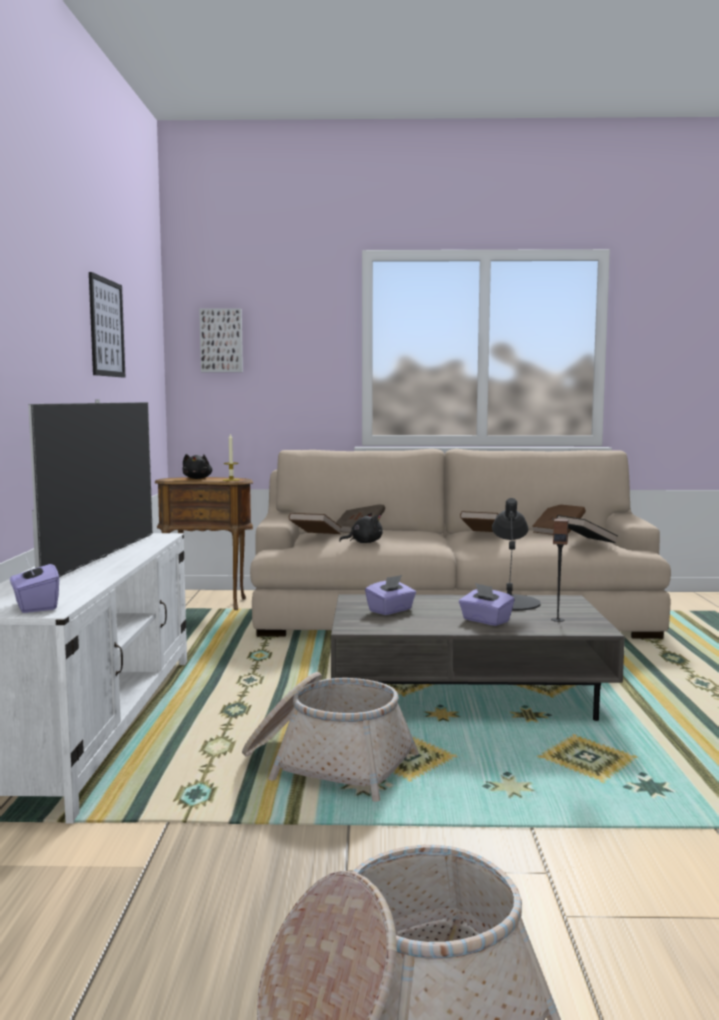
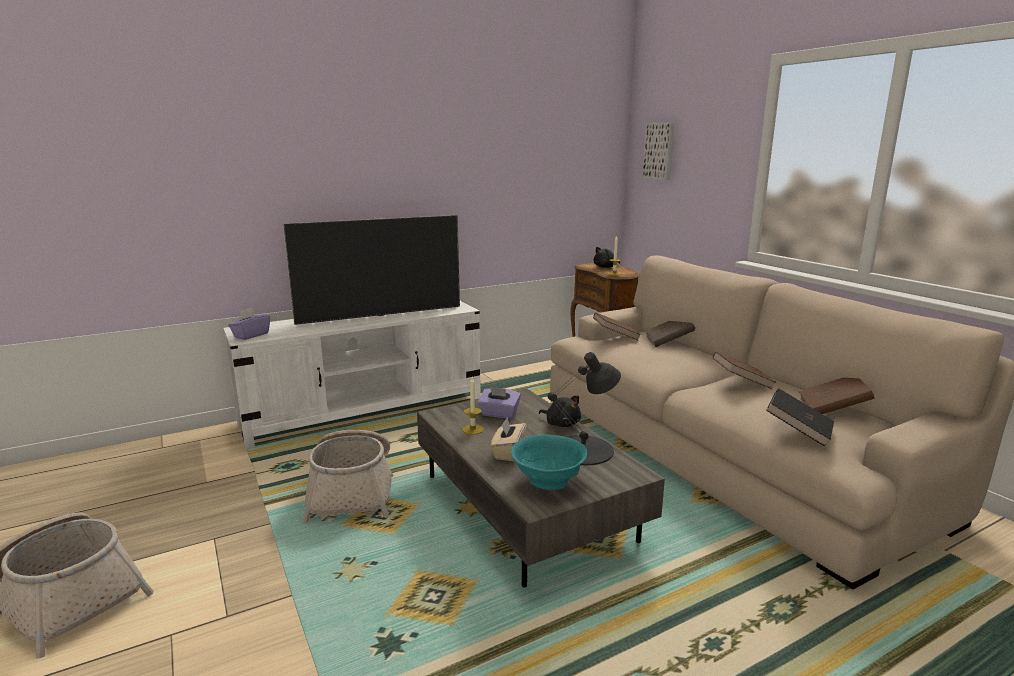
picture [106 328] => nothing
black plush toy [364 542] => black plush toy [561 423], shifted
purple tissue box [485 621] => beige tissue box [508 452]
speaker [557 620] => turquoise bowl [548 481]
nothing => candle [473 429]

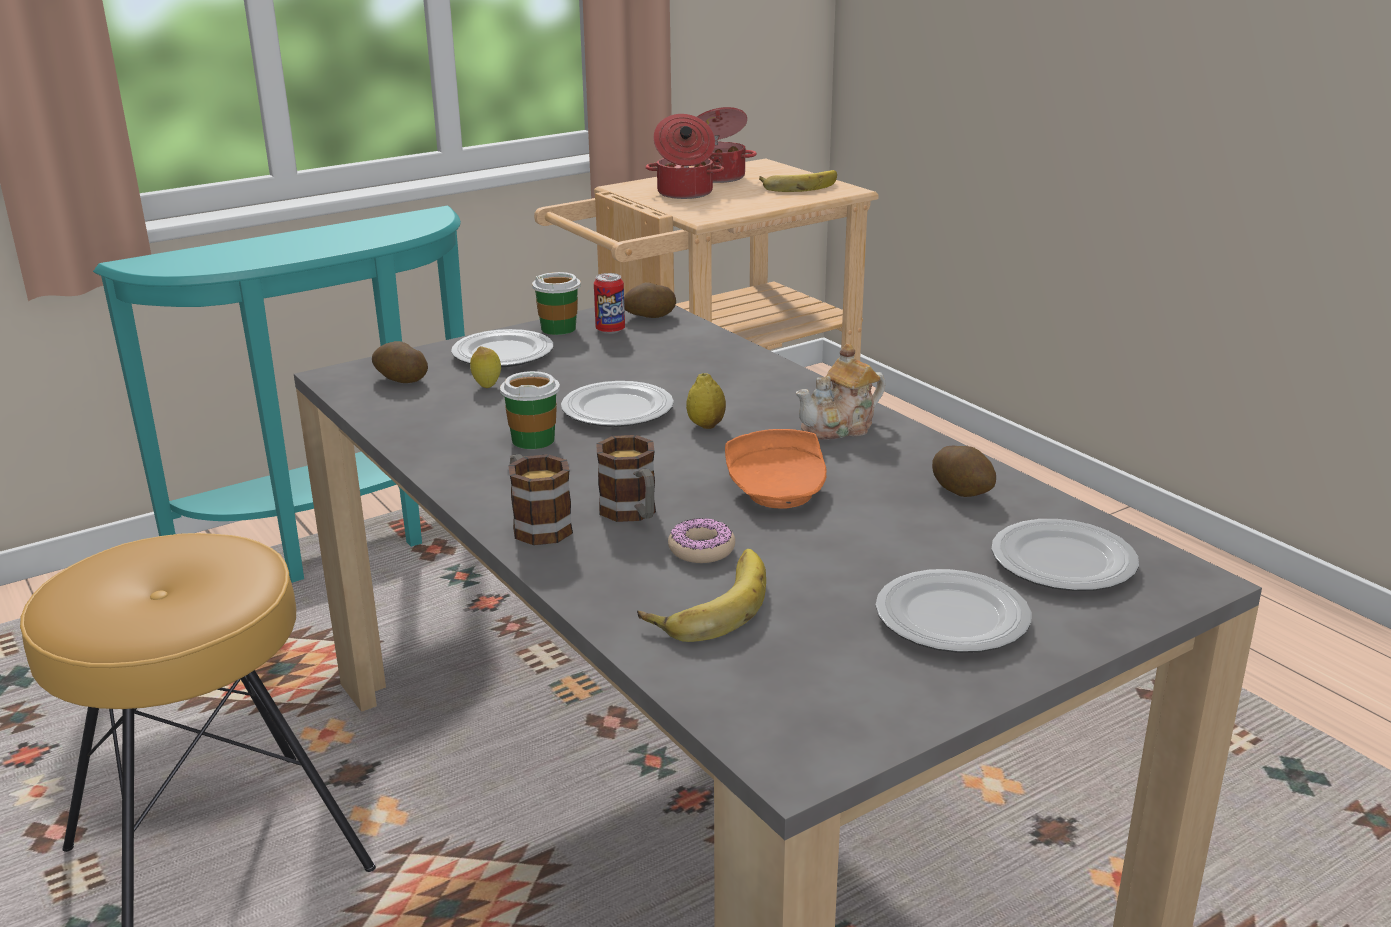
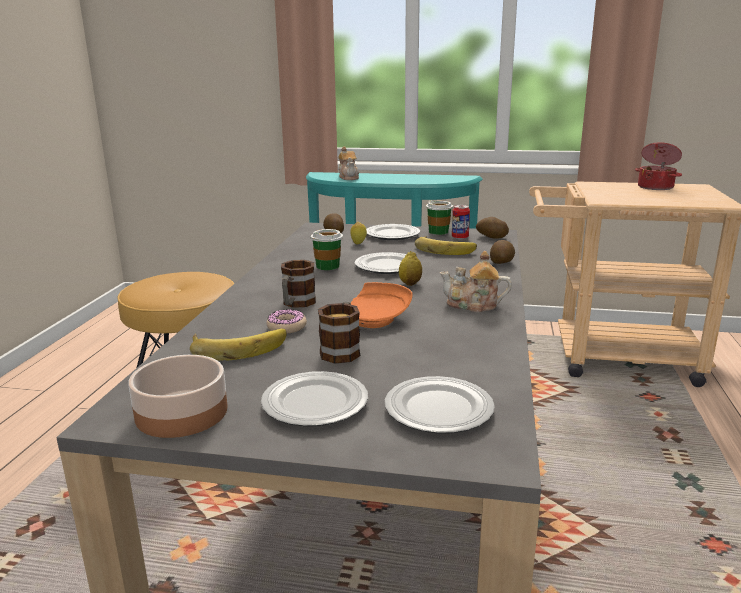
mug [536 524] => mug [342 350], shifted
cooking pot [684 193] => nothing
banana [798 185] => banana [445 249], shifted
potato [963 491] => potato [501 263], shifted
nothing => bowl [183 412]
nothing => teapot [349 177]

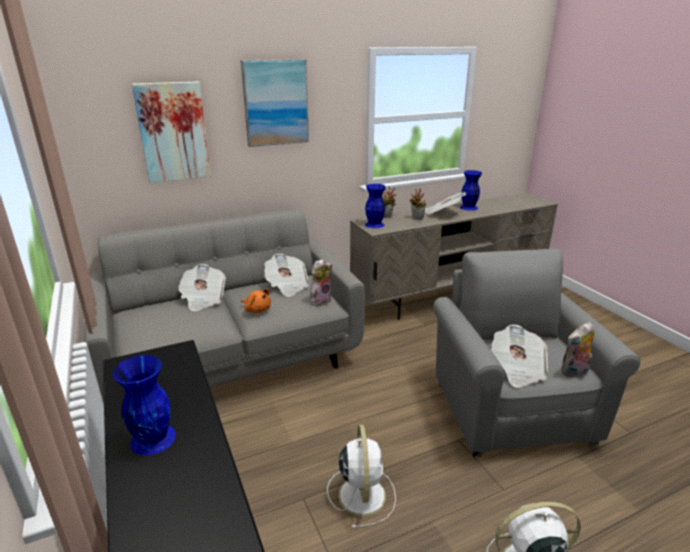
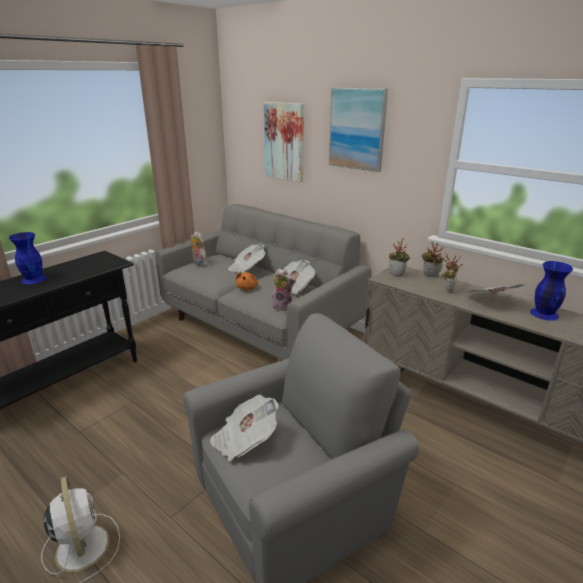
white fan [361 493] => nothing
blue vase [374 224] => potted plant [397 274]
plush toy [574 372] => plush toy [199 264], shifted

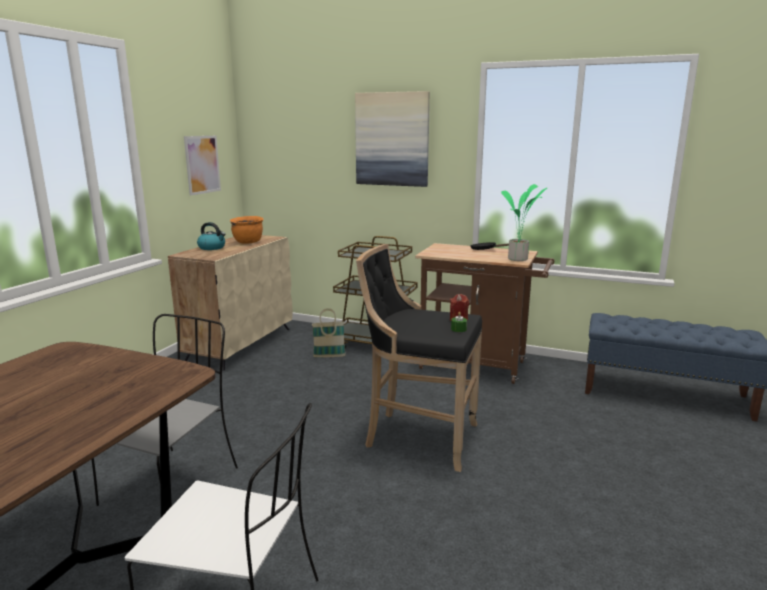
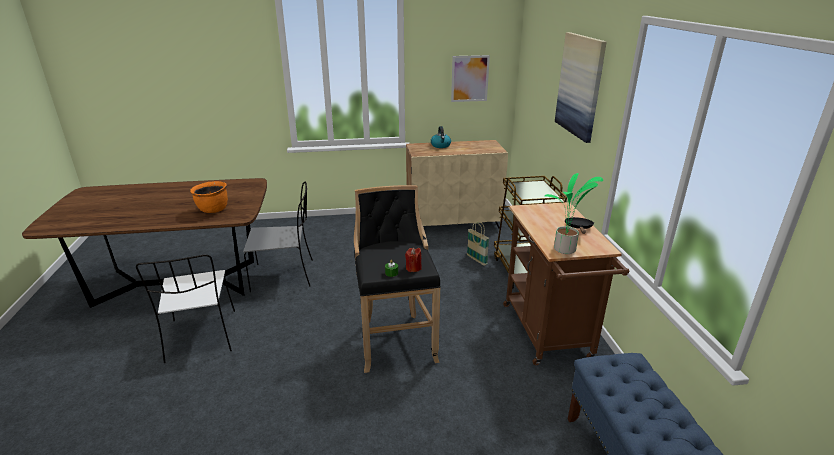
orange cooking pot [248 242] => orange cooking pot [213 210], shifted

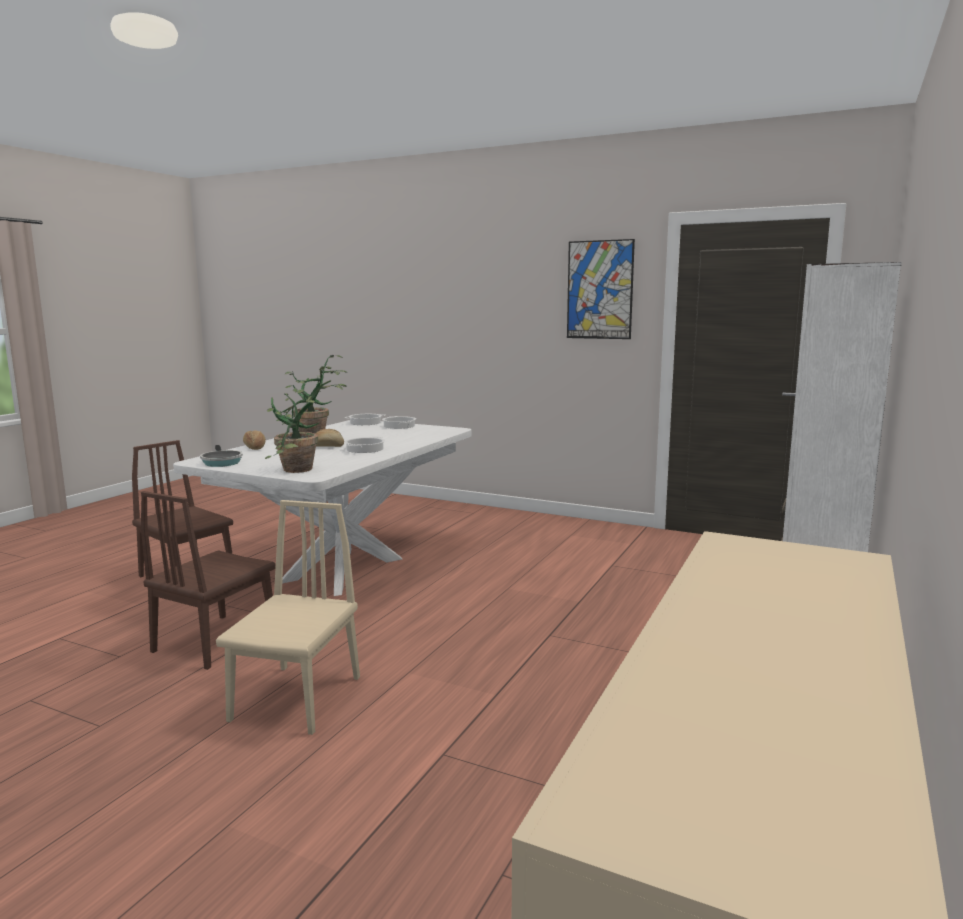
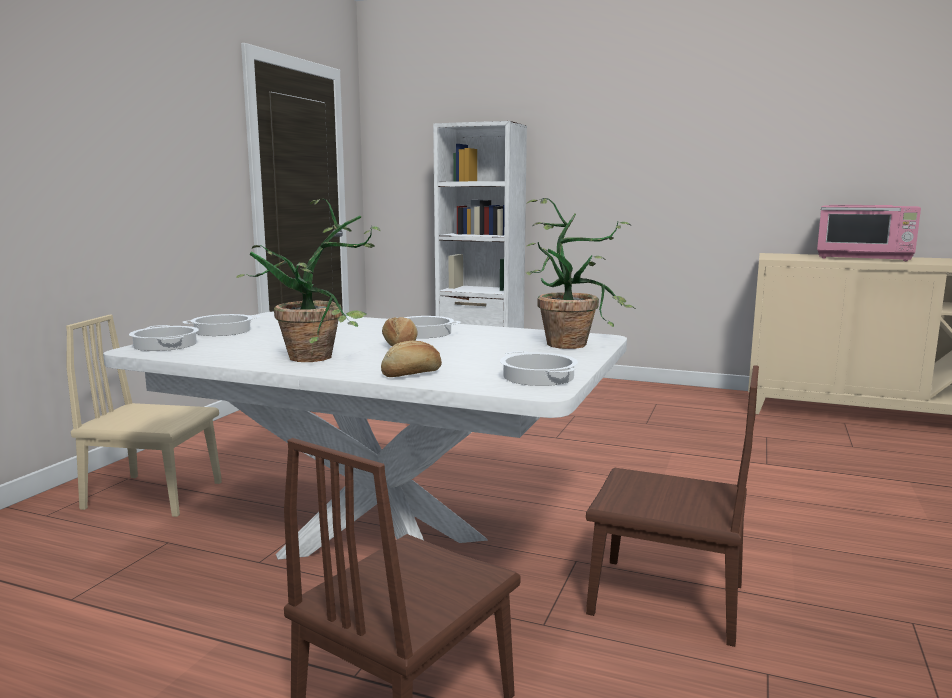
frying pan [221 462] => cooking pot [539 377]
beige chair [296 698] => beige chair [154 495], shifted
picture [599 290] => nothing
nothing => pink microwave [865 258]

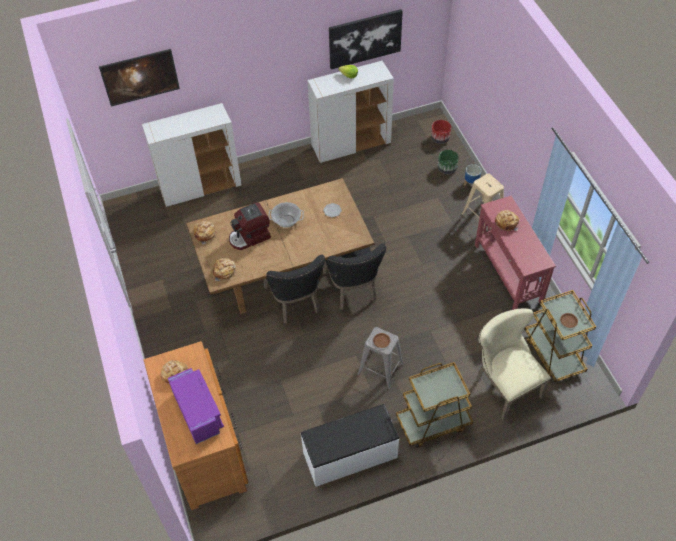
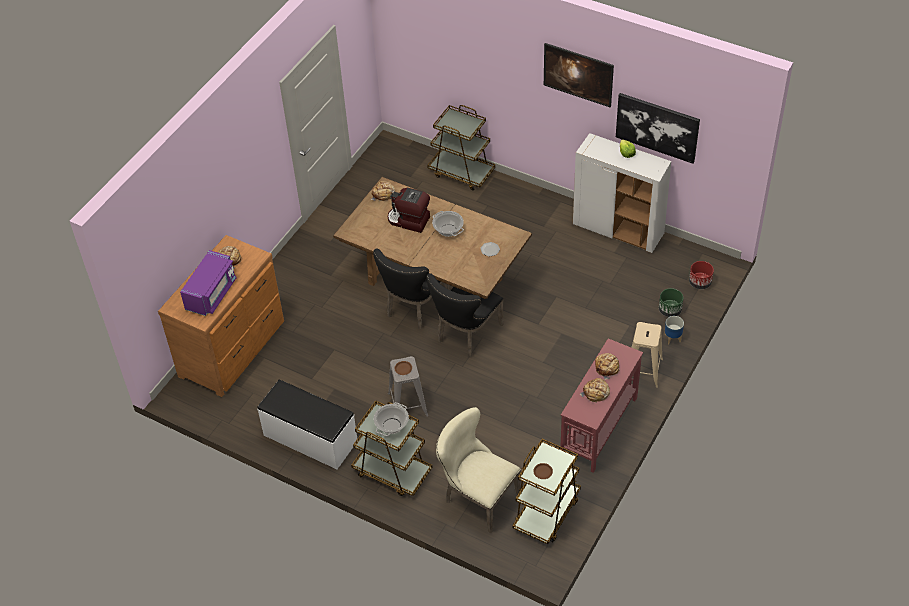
picture [142 87] => picture [577 85], shifted
white cabinet [201 187] => brown cart [461 172]
bread [224 271] => bread [596 393], shifted
beige chair [504 385] => beige chair [477 497], 75 degrees counterclockwise
nothing => cooking pot [392 425]

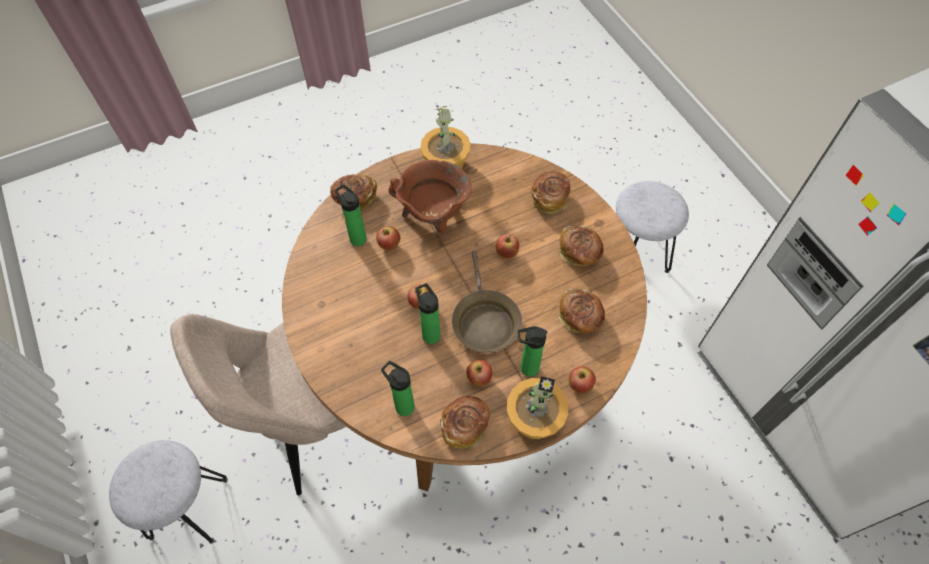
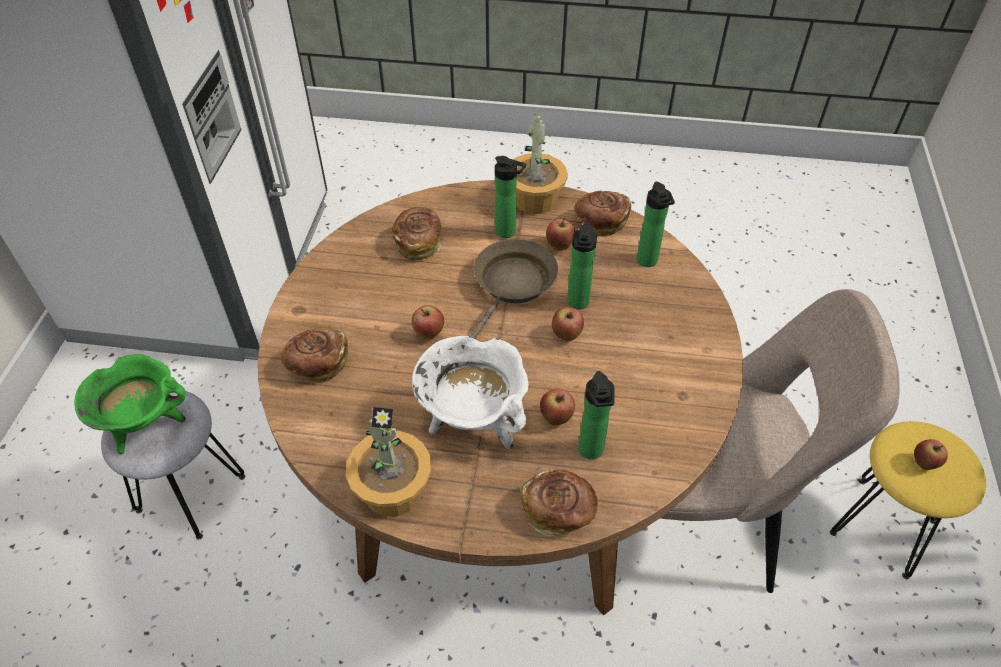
grey stool [188 508] => yellow stool [884 527]
brown cooking pot [433 217] => white cooking pot [473 423]
bread [579 253] => nothing
apple [579 386] => apple [924 463], shifted
nothing => green cooking pot [145 426]

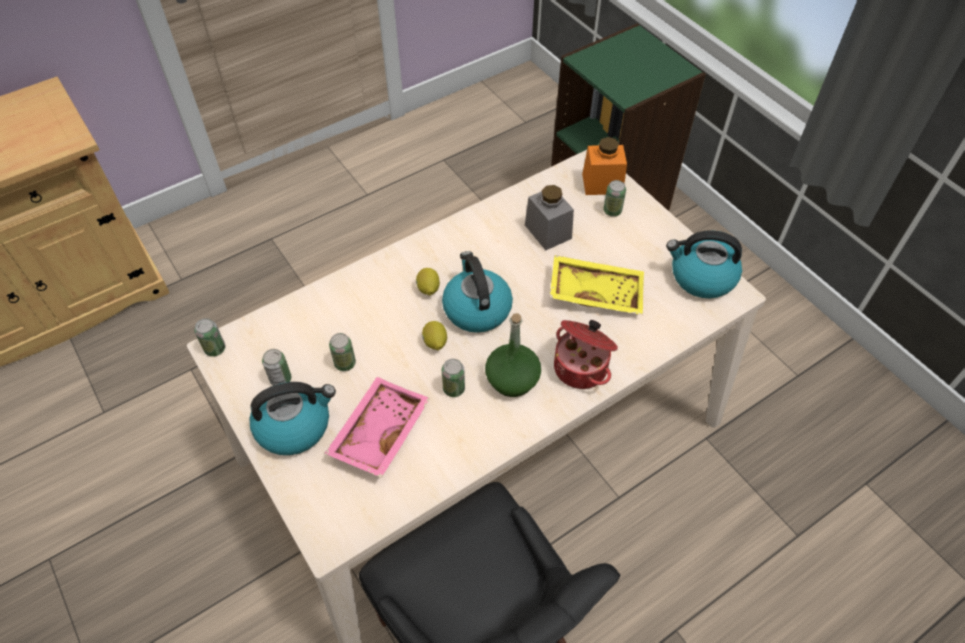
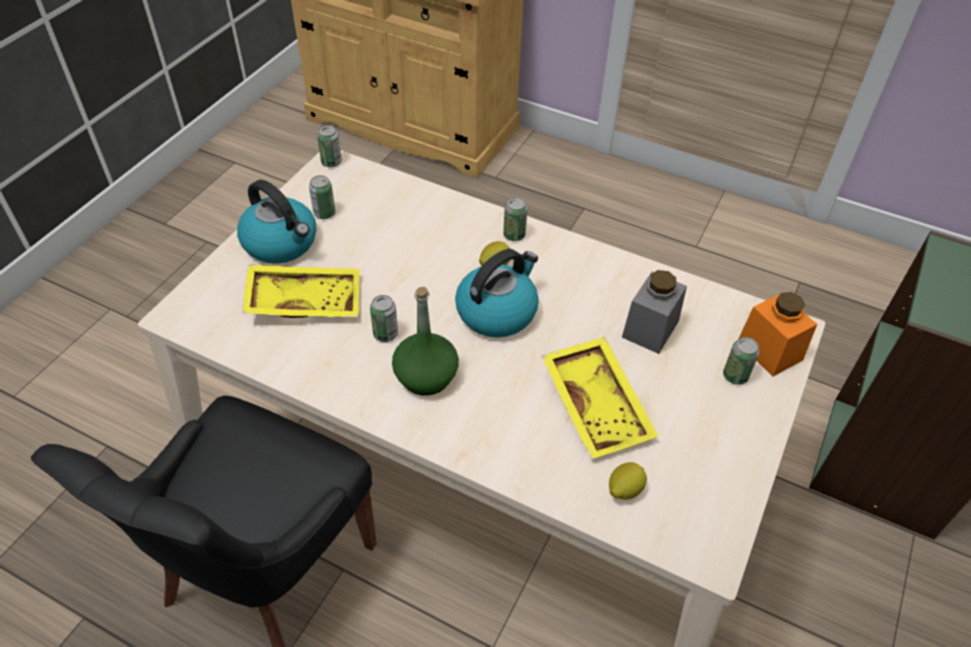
pink tray [378 431] => yellow tray [305 300]
can [345 363] => can [514 235], shifted
lemon [435 343] => lemon [624 489], shifted
cooking pot [581 367] => nothing
kettle [701 277] => nothing

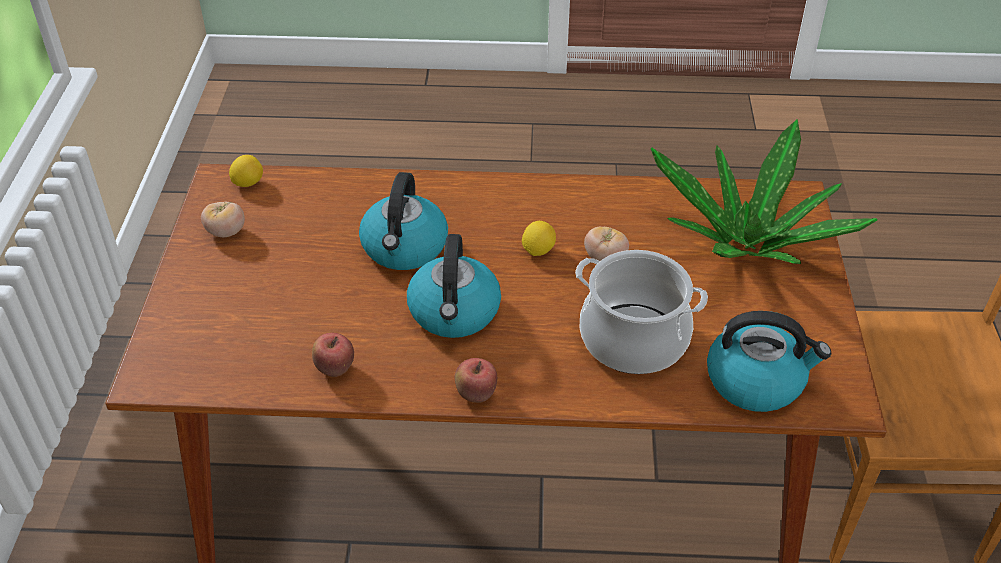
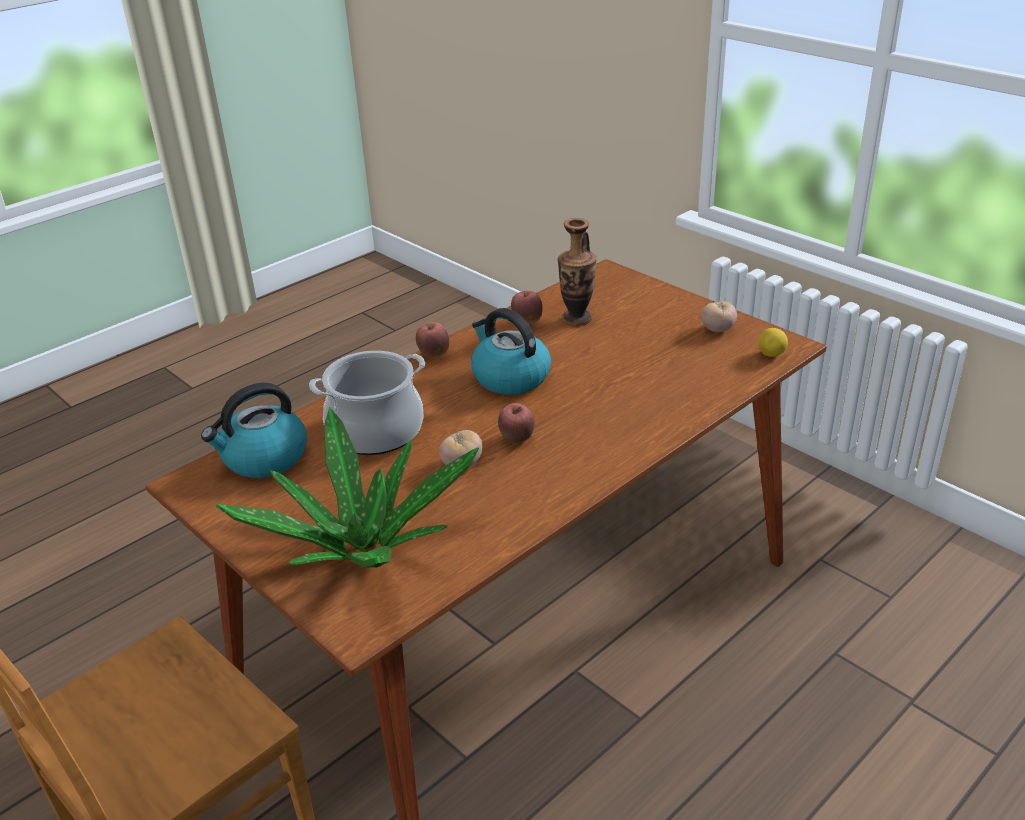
kettle [405 248] => nothing
lemon [538 250] => apple [517 439]
nothing => vase [577 319]

